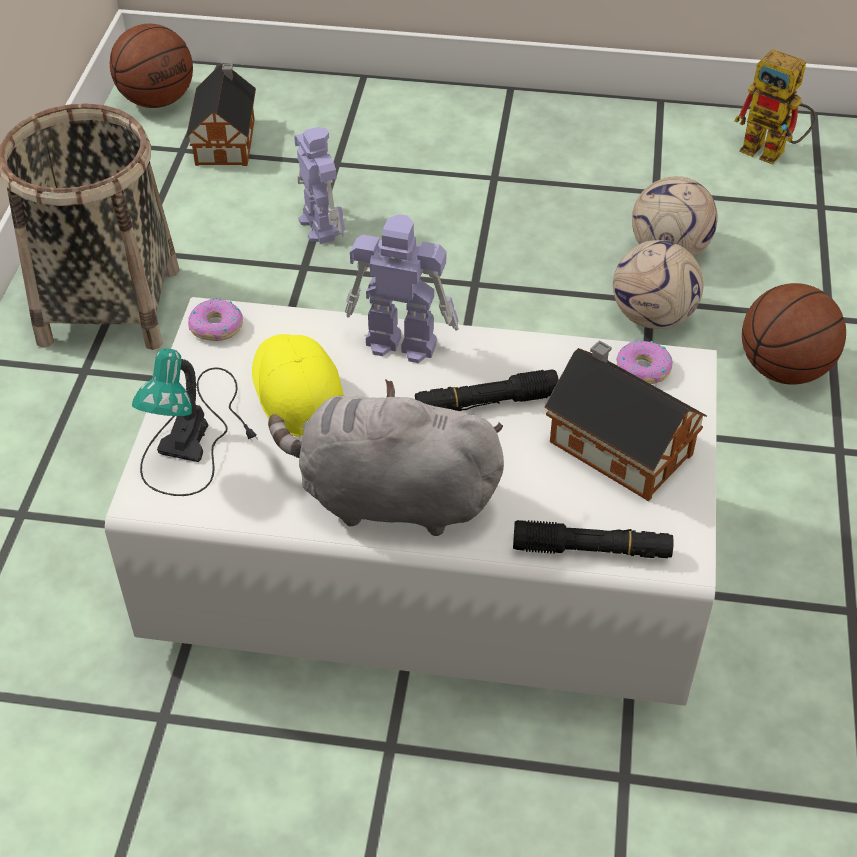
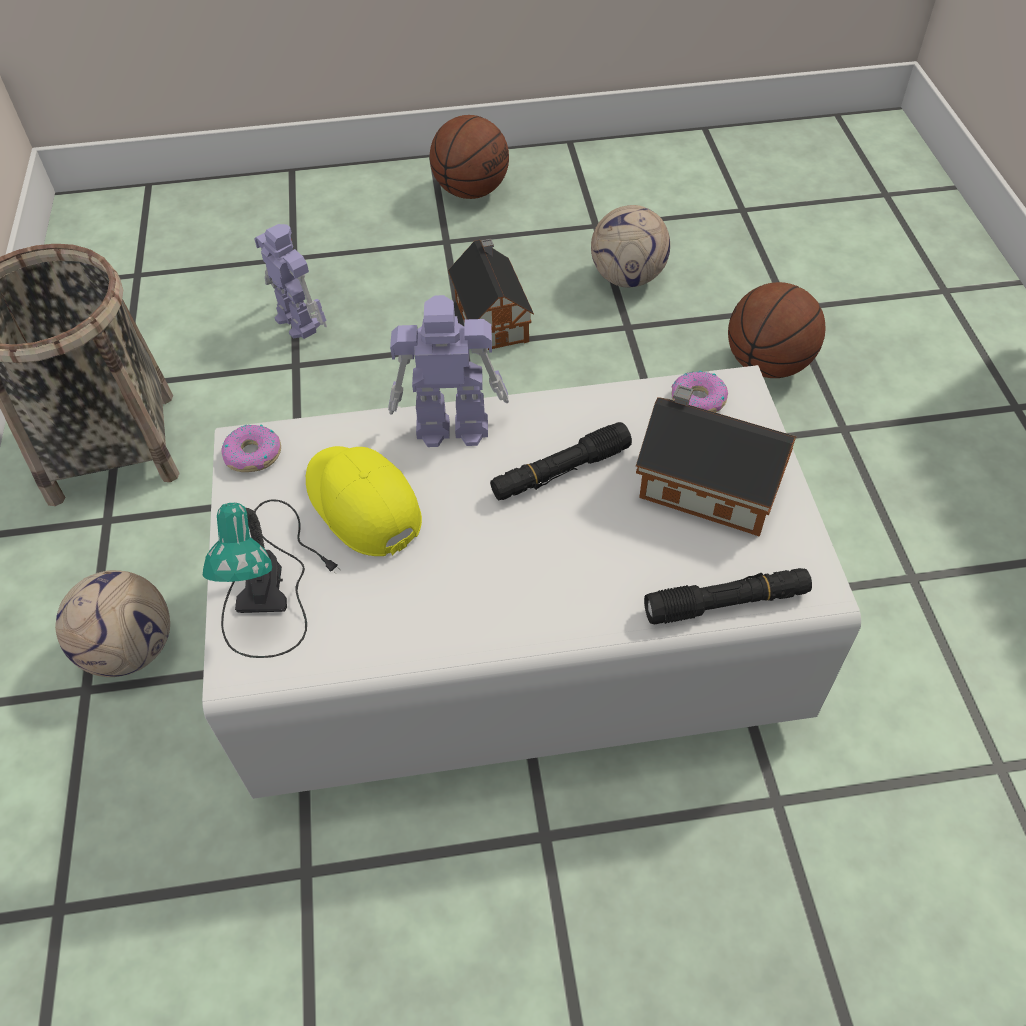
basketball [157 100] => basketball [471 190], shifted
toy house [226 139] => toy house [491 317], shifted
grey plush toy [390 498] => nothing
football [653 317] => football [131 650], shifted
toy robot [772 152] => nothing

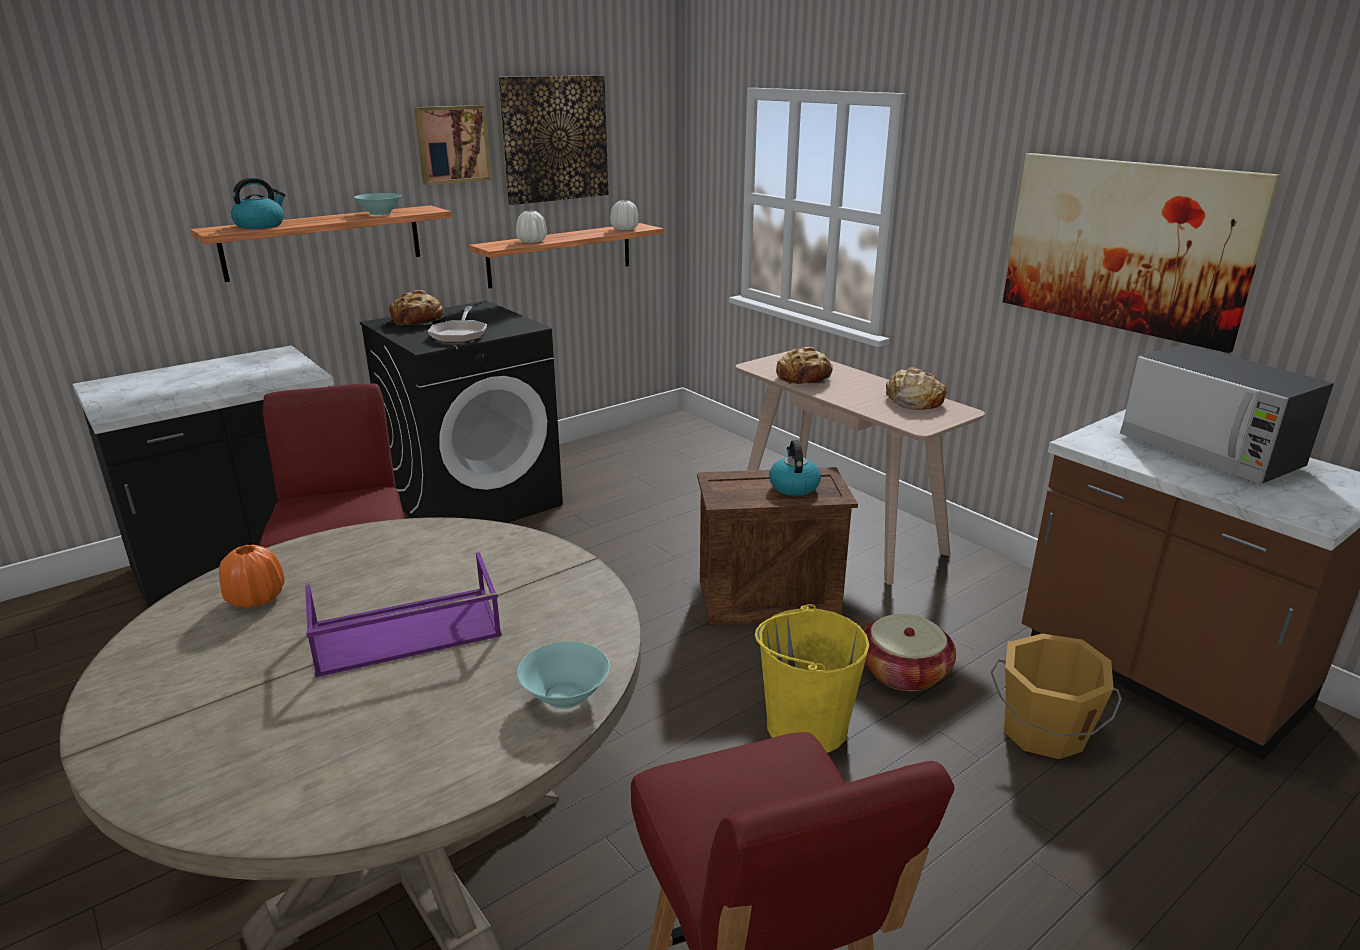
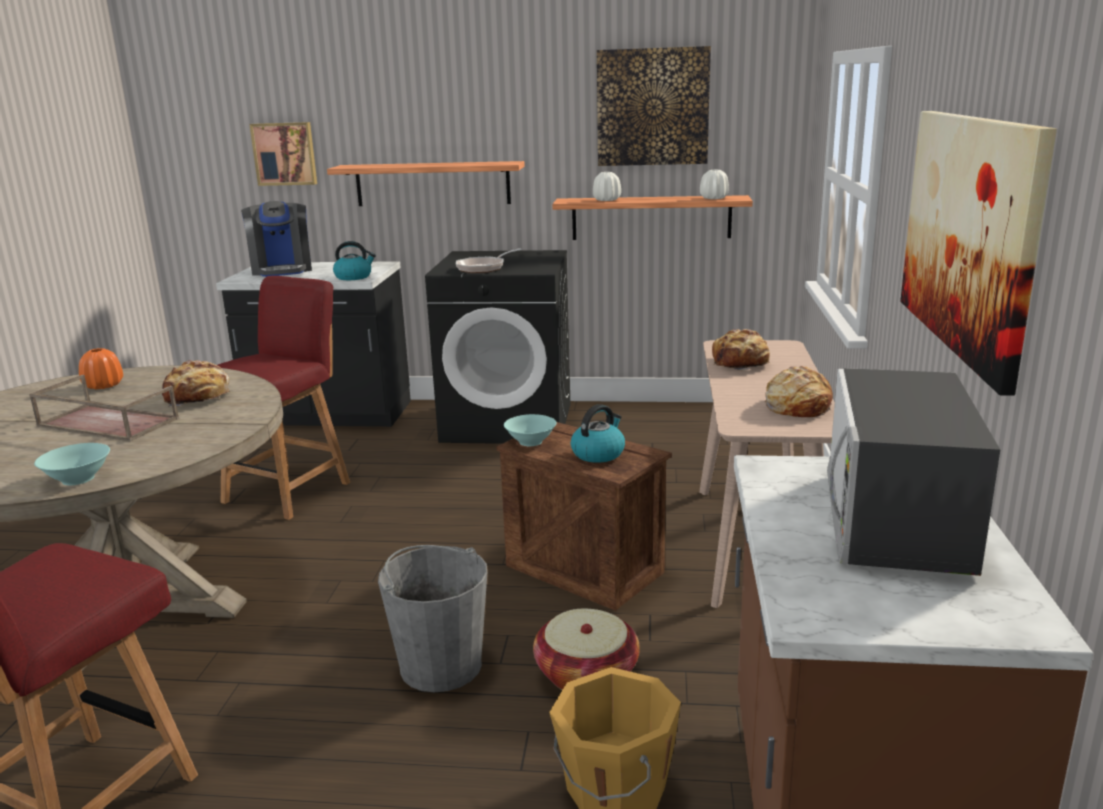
kettle [261 225] => kettle [354 277], shifted
purple tray [404 632] => brown tray [106 423]
turquoise bowl [380 213] => turquoise bowl [531 442], shifted
bread [419 320] => bread [198 397], shifted
picture [452 144] => picture [285 154], shifted
yellow bucket [806 726] => grey bucket [440 665]
nothing => coffee machine [282 270]

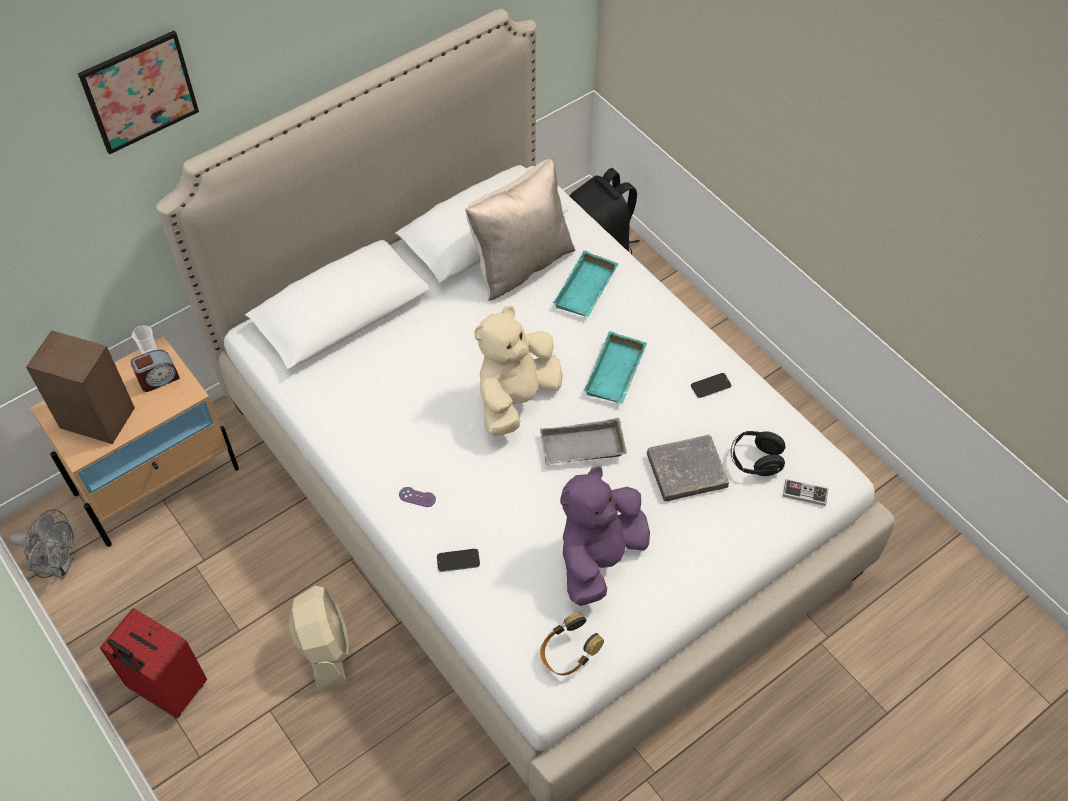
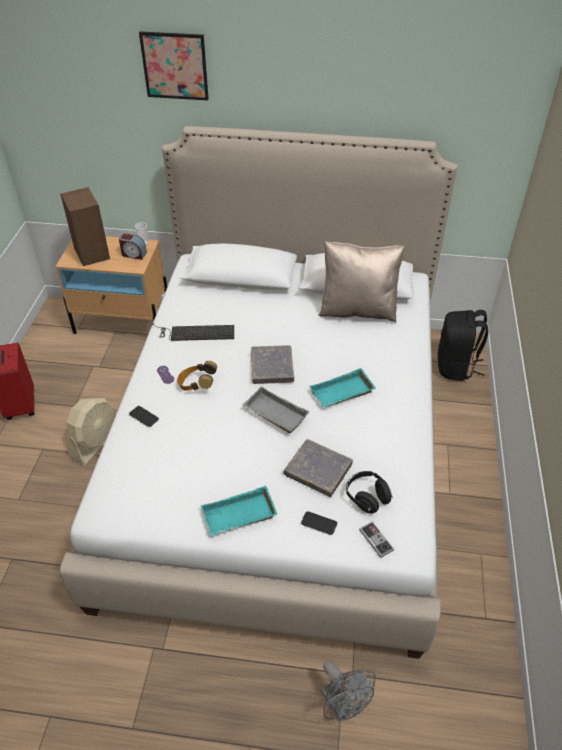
grey fan [58 566] => grey fan [342 706], shifted
beige plush toy [516 399] => grey book [272 367]
headphones [568 654] => headphones [197 385], shifted
turquoise tray [587 290] => turquoise tray [238 517], shifted
purple plush toy [599 558] => nothing
phone [710 386] => phone [319 523], shifted
nothing => keyboard [194 332]

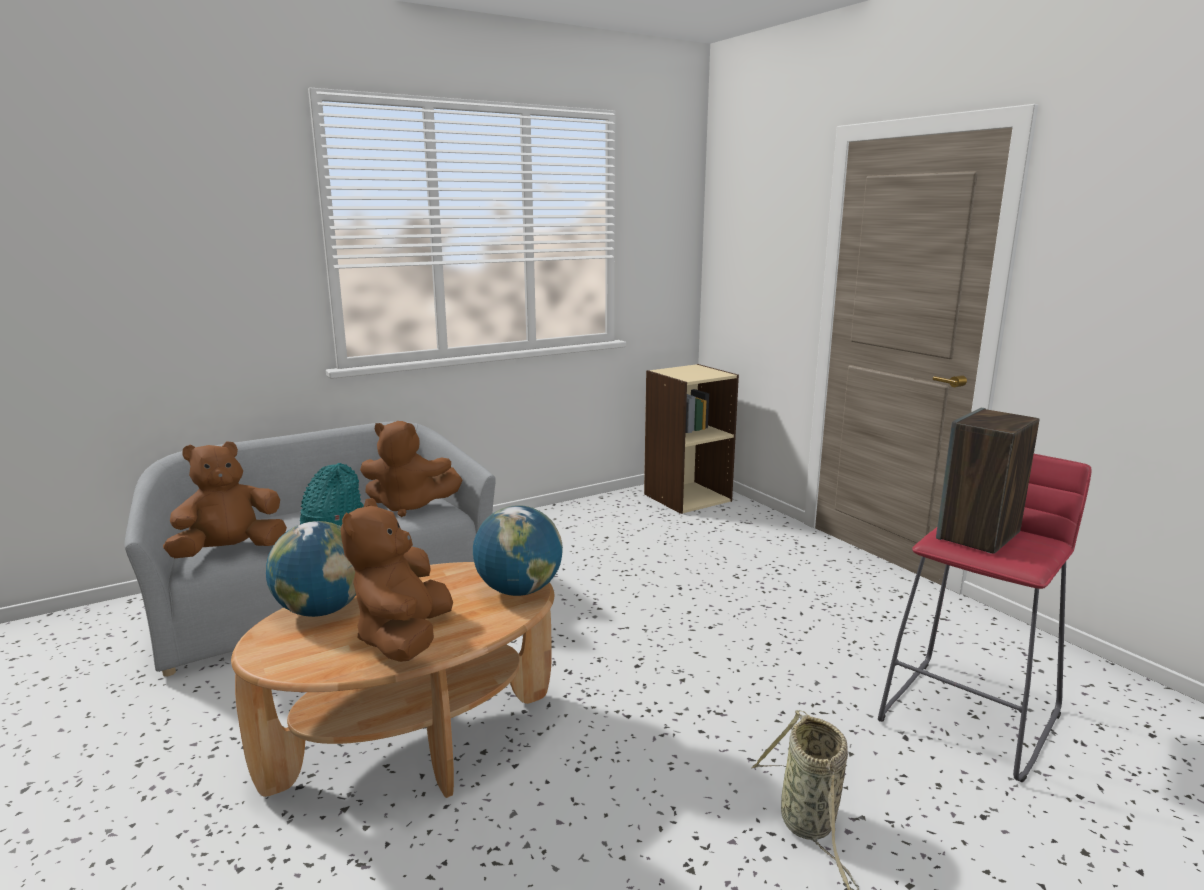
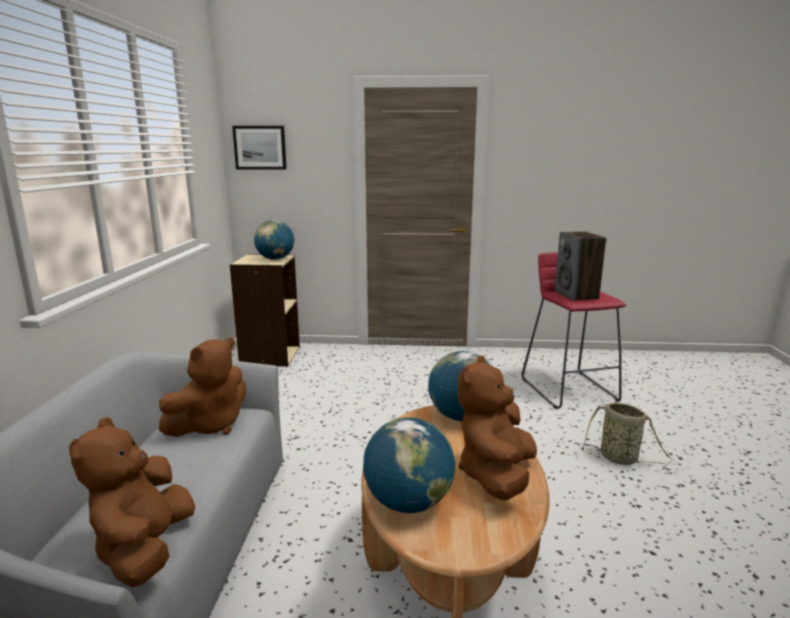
turquoise hat [332 521] => nothing
brown plush toy [404 639] => brown plush toy [496 475], 75 degrees clockwise
nothing => picture [260 147]
nothing => globe [275 259]

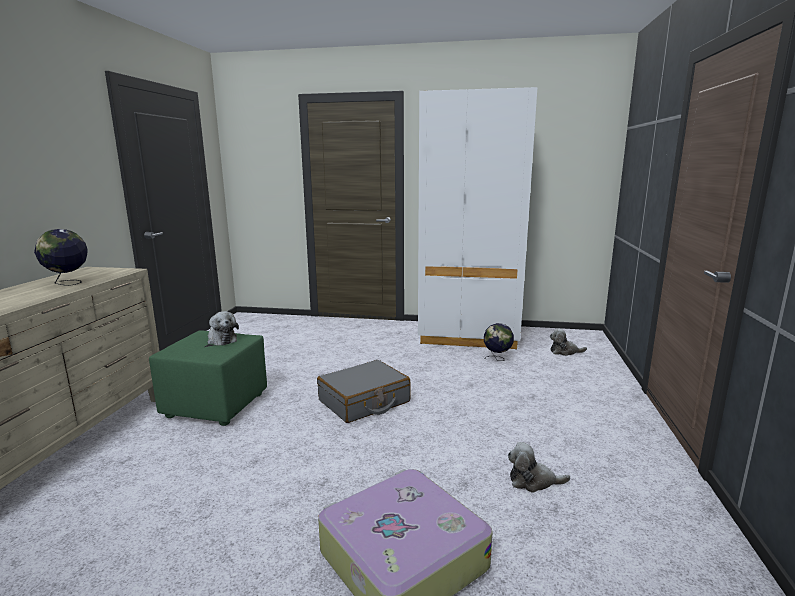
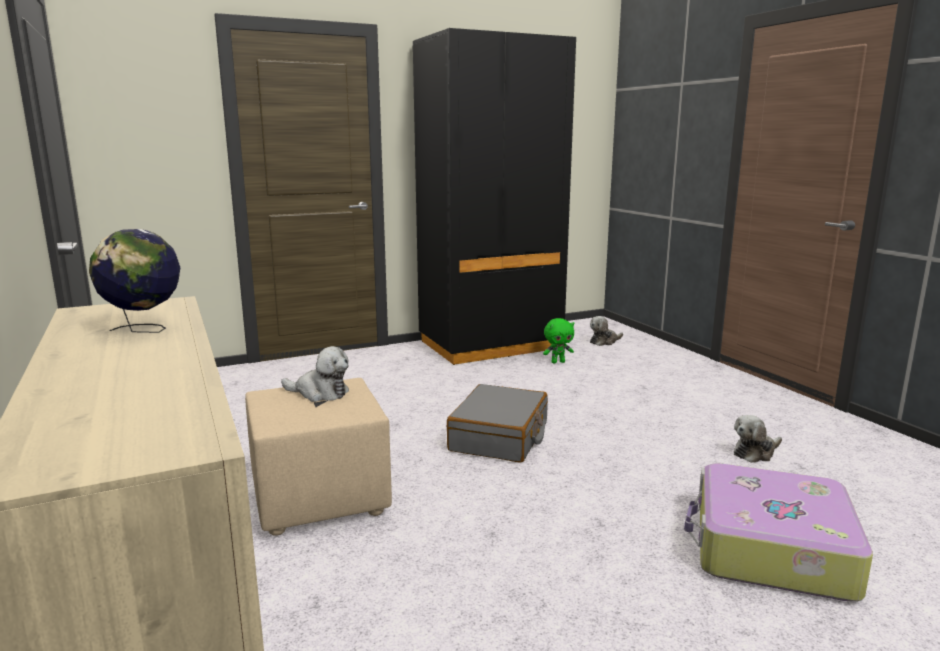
green ottoman [215 405] => beige ottoman [318 498]
white wardrobe [468 335] => black wardrobe [490 345]
globe [497 359] => green plush toy [558 362]

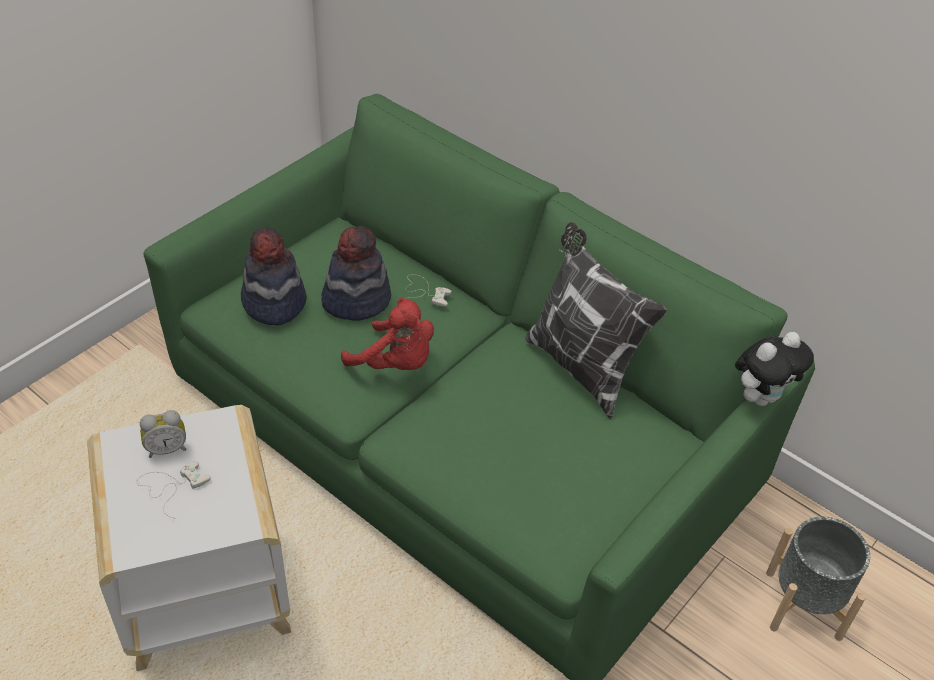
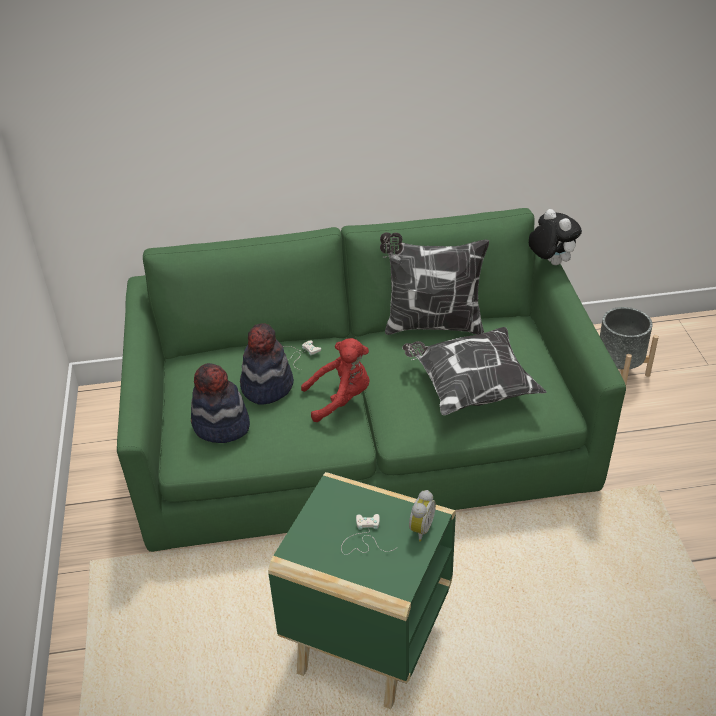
white side table [210 599] => green side table [369 637]
alarm clock [167 448] => alarm clock [420 529], shifted
plush toy [761 397] => plush toy [550 262], 45 degrees counterclockwise
nothing => pillow [470 388]

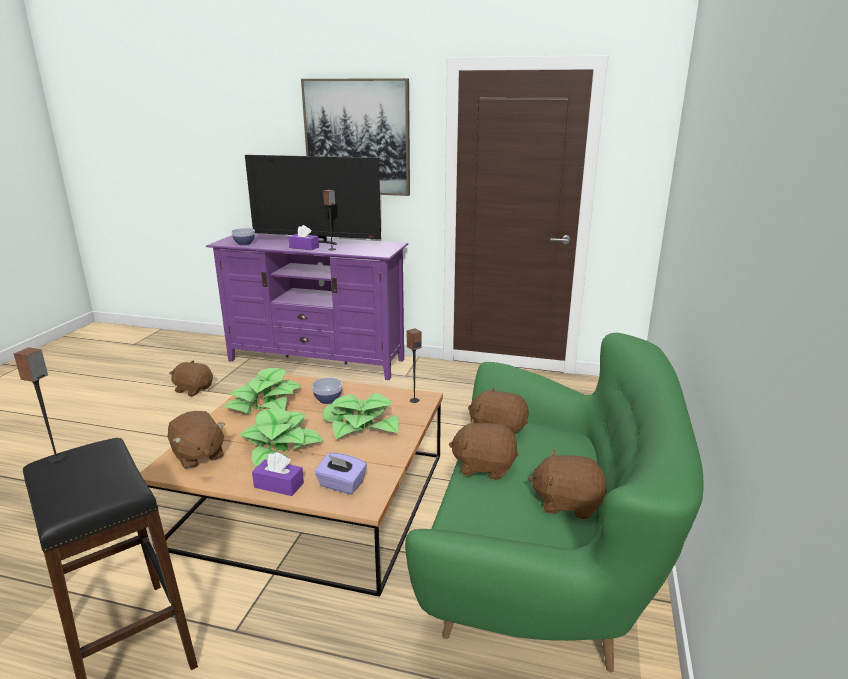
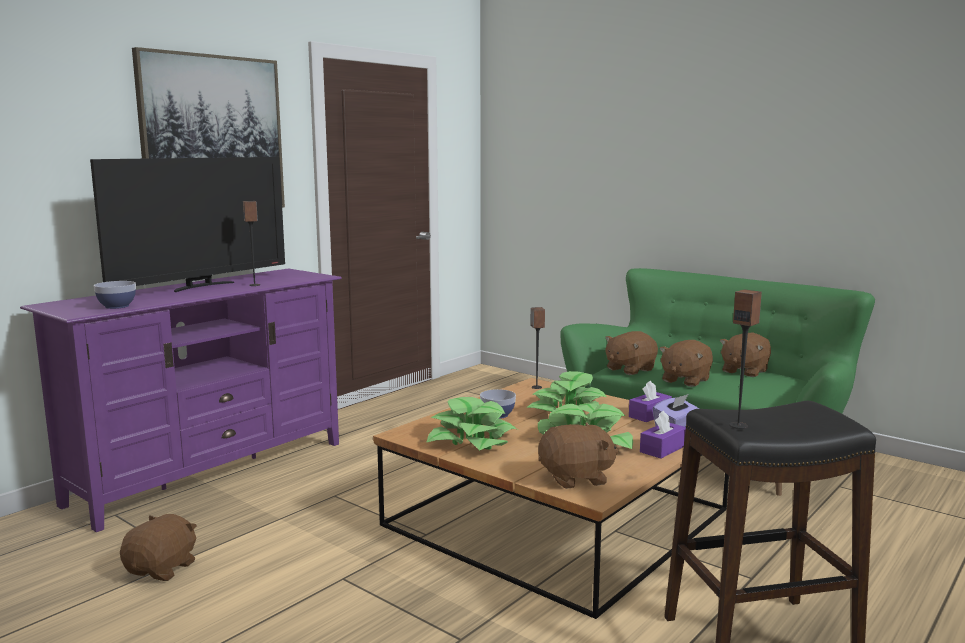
brown plush toy [193 389] => brown plush toy [163 569], 150 degrees clockwise
purple tissue box [304 247] => purple tissue box [649 415], shifted

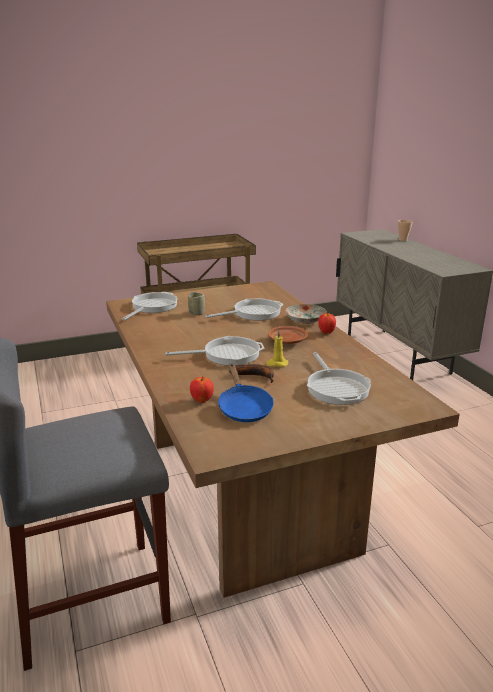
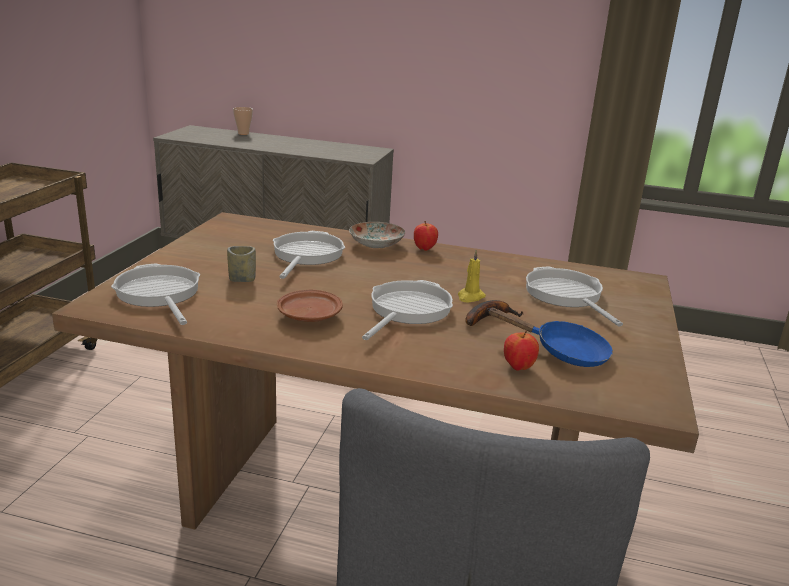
brown plate [287 341] => brown plate [309 315], shifted
frying pan [336 388] => frying pan [565 295], 135 degrees counterclockwise

